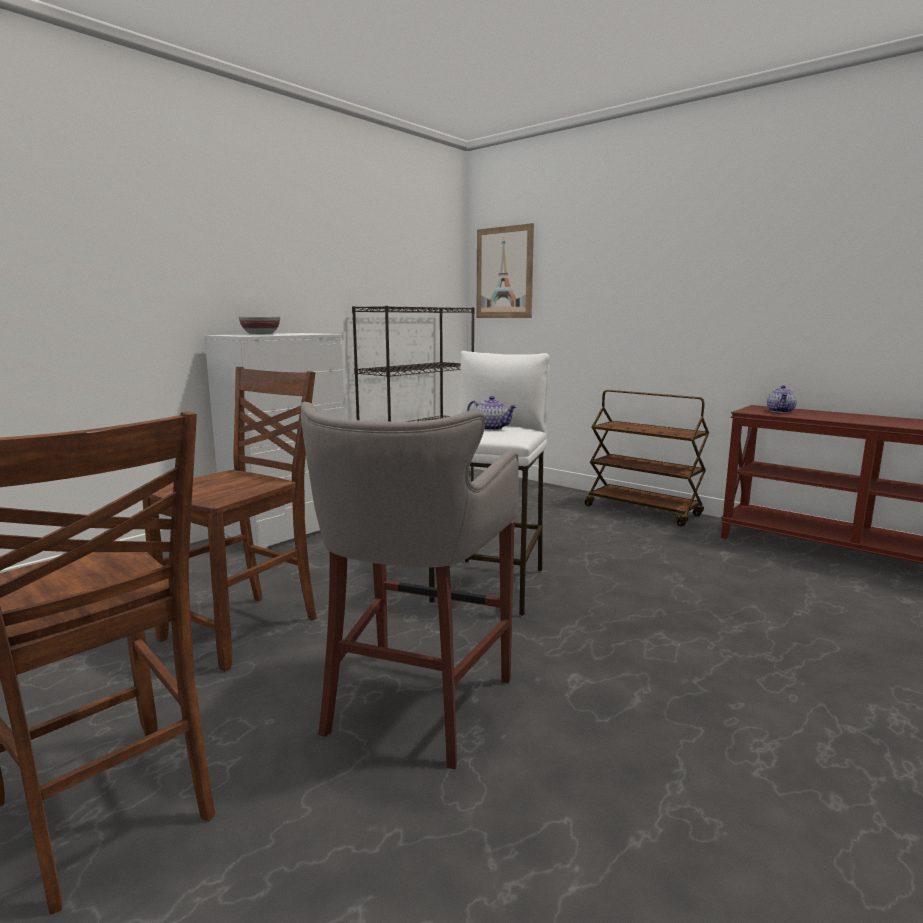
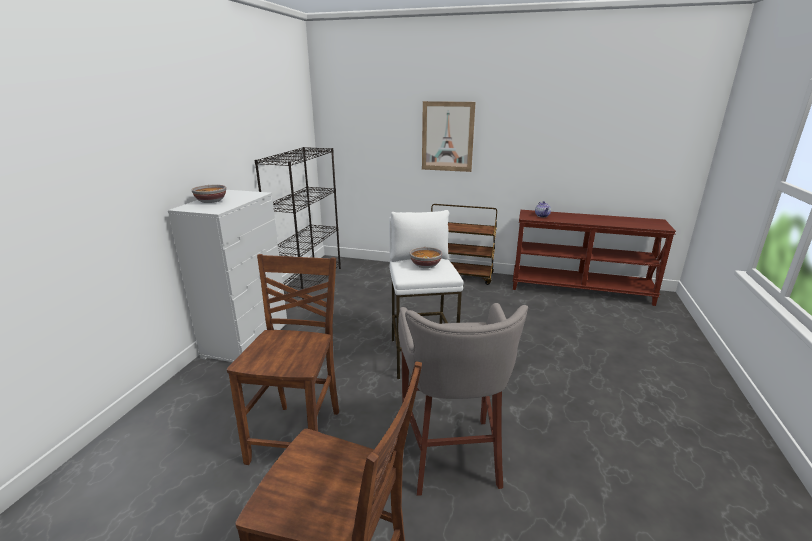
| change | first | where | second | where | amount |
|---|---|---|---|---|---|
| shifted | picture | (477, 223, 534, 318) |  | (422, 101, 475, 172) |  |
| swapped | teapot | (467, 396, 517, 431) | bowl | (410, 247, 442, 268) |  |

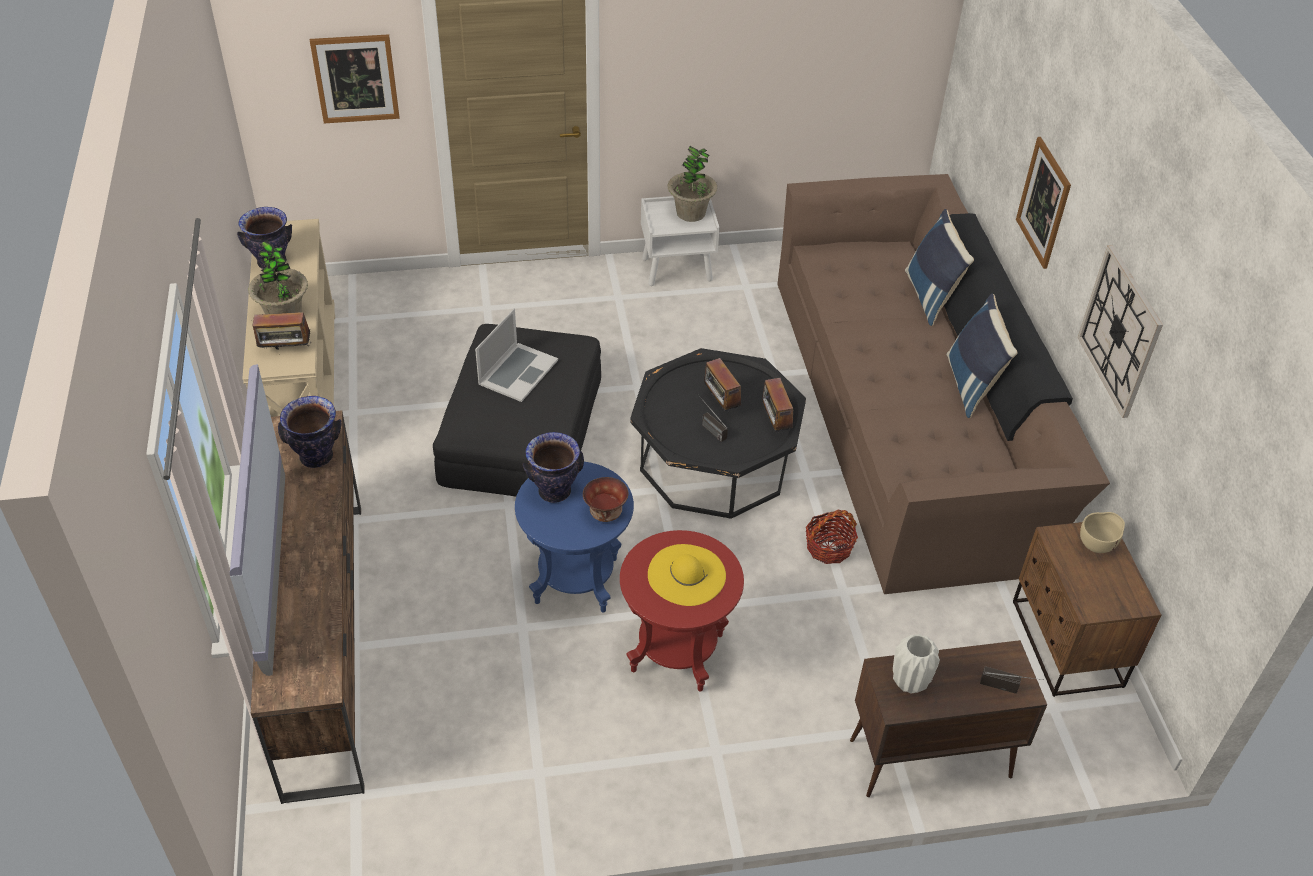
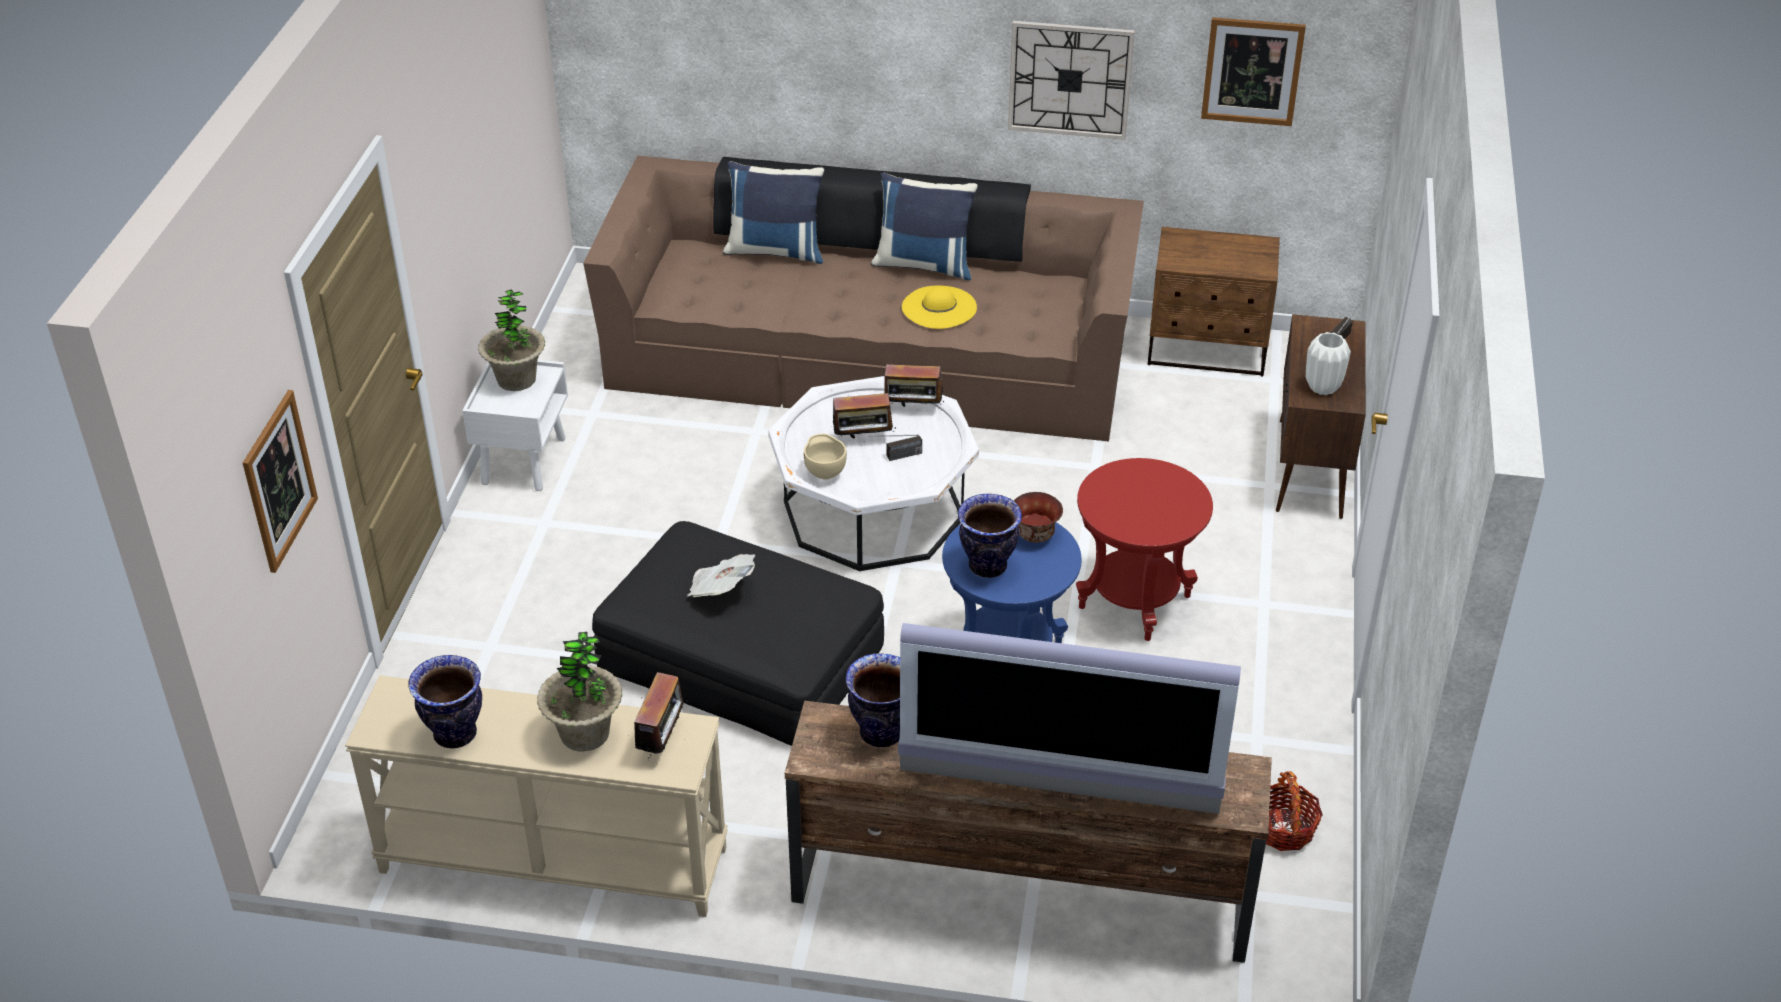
| change | first | where | second | where | amount |
|---|---|---|---|---|---|
| shifted | yellow hat | (648, 544, 726, 606) |  | (902, 286, 977, 329) |  |
| shifted | basket | (806, 510, 858, 564) |  | (1266, 771, 1323, 851) |  |
| shifted | picture | (1016, 137, 1071, 269) |  | (1201, 17, 1306, 126) |  |
| shifted | beige bowl | (1080, 512, 1125, 553) |  | (804, 434, 847, 480) |  |
| swapped | laptop | (475, 308, 558, 402) | newspaper | (687, 554, 755, 597) |  |
| repainted | black coffee table | (630, 348, 806, 519) | white coffee table | (768, 376, 979, 571) |  |

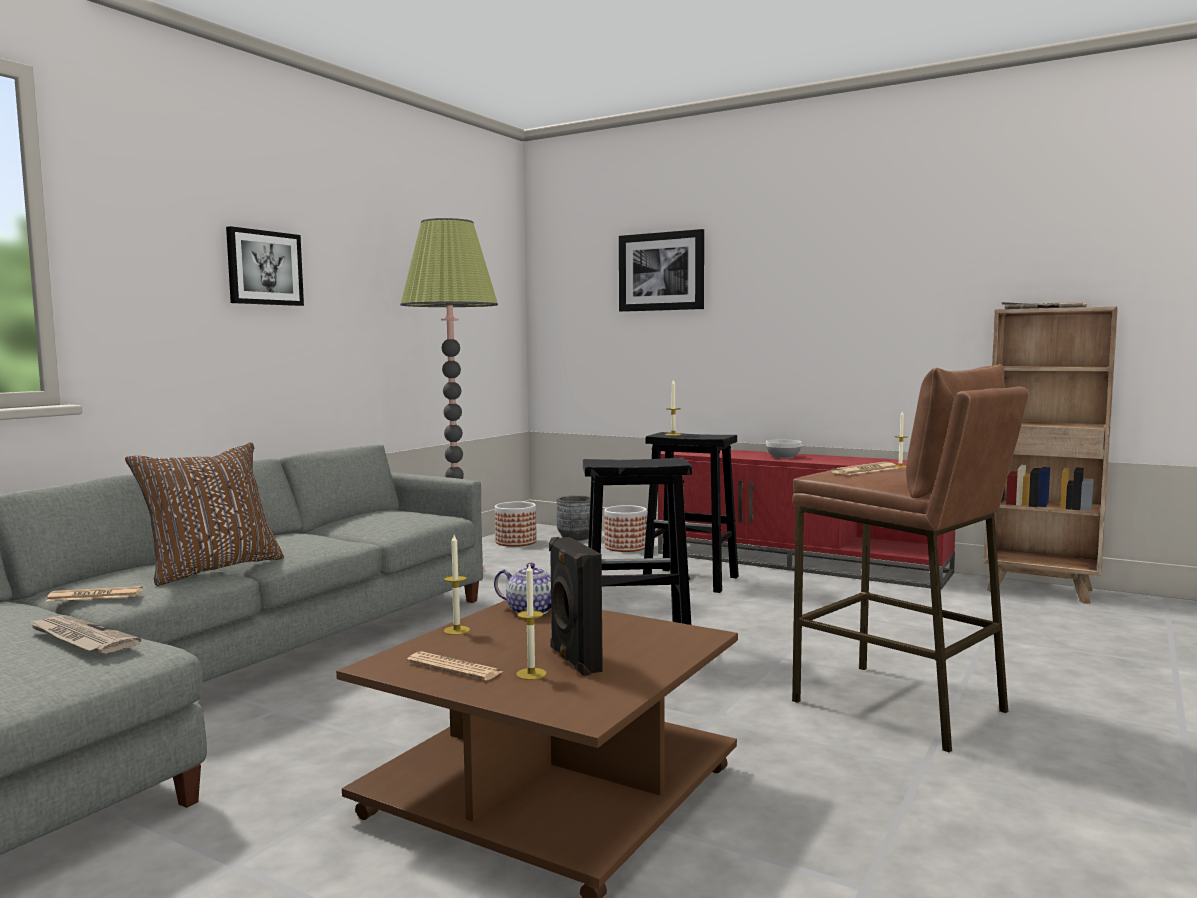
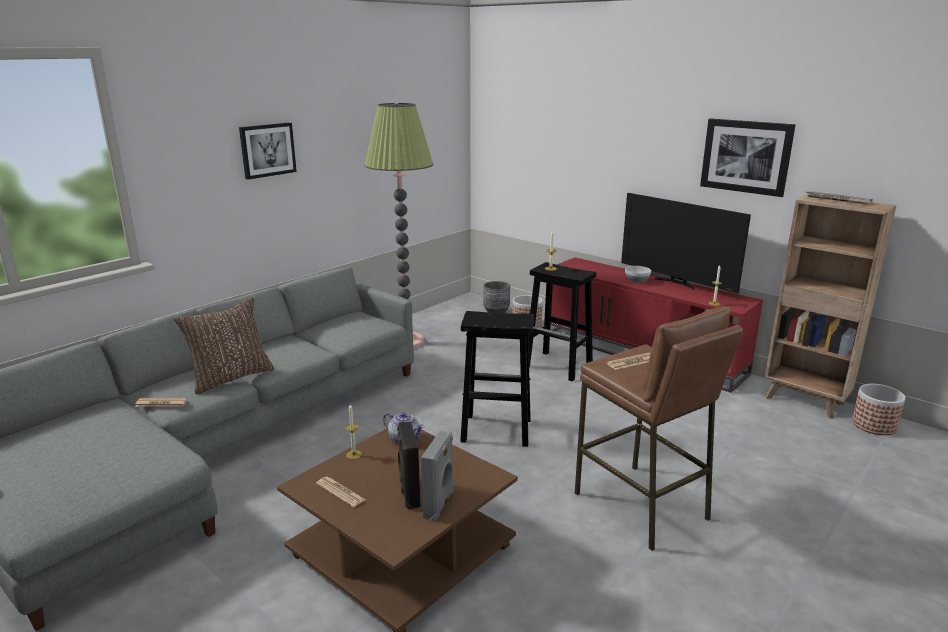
| change | first | where | second | where | amount |
|---|---|---|---|---|---|
| gone | newspaper | (29, 615, 141, 653) |  |  |  |
| gone | candle | (516, 562, 546, 680) |  |  |  |
| new |  |  | grey speaker | (421, 431, 454, 521) |  |
| new |  |  | television | (621, 193, 751, 294) |  |
| shifted | planter | (495, 501, 537, 547) |  | (852, 384, 906, 435) |  |
| shifted | picture | (619, 229, 704, 312) |  | (700, 118, 795, 197) |  |

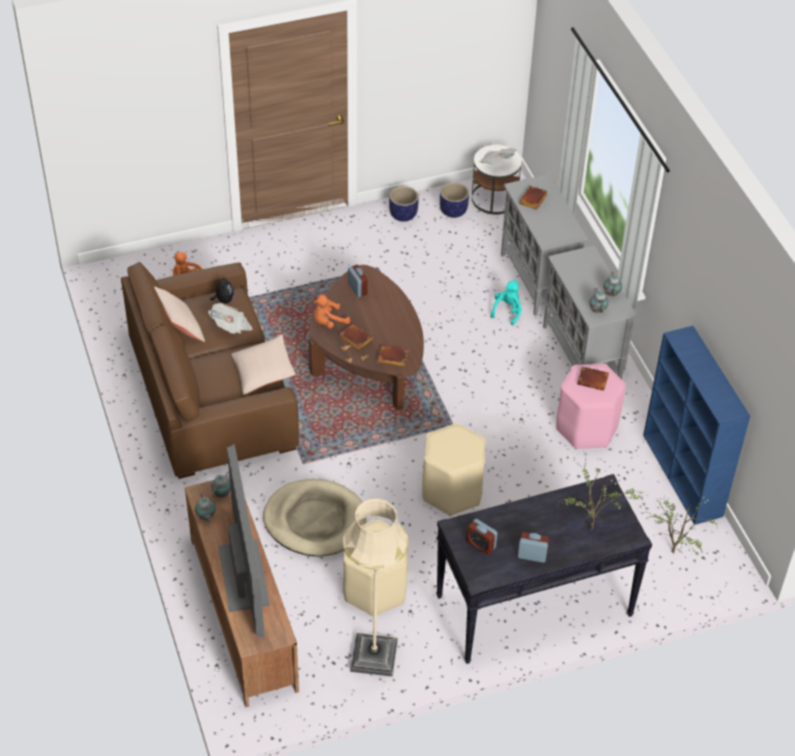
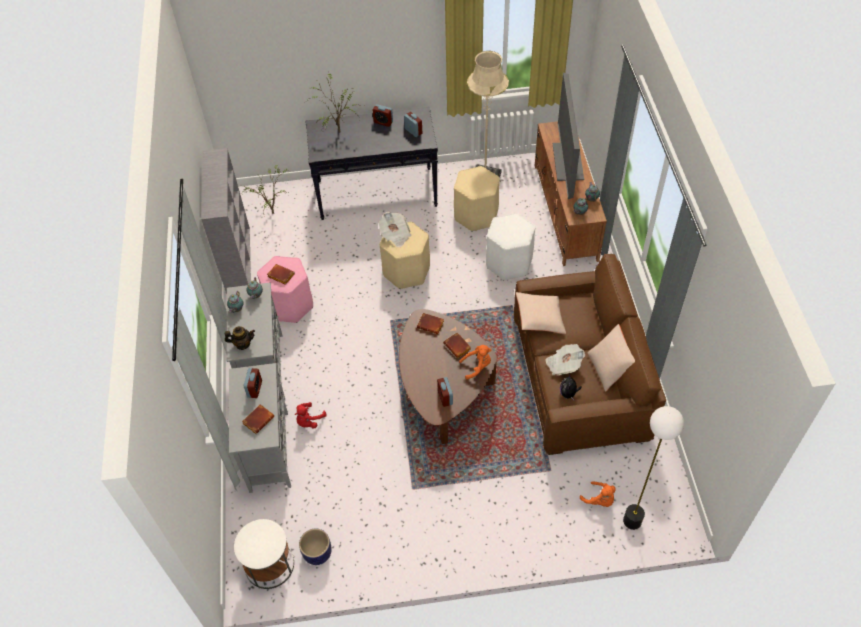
| change | first | where | second | where | amount |
|---|---|---|---|---|---|
| gone | planter | (389, 186, 419, 222) |  |  |  |
| new |  |  | teapot | (225, 326, 255, 350) |  |
| new |  |  | alarm clock | (244, 368, 262, 398) |  |
| new |  |  | floor lamp | (623, 406, 684, 530) |  |
| shifted | newspaper | (479, 148, 517, 164) |  | (378, 212, 411, 247) |  |
| swapped | beige dog bed | (263, 479, 366, 557) | white stool | (486, 213, 535, 281) |  |
| repainted | turquoise plush toy | (491, 280, 522, 326) | red plush toy | (295, 402, 327, 429) |  |
| repainted | blue bookcase | (643, 326, 750, 525) | grey bookcase | (201, 148, 251, 294) |  |

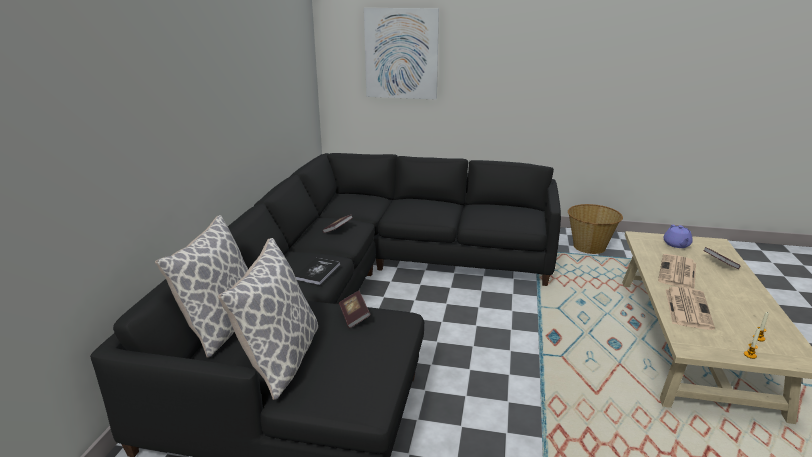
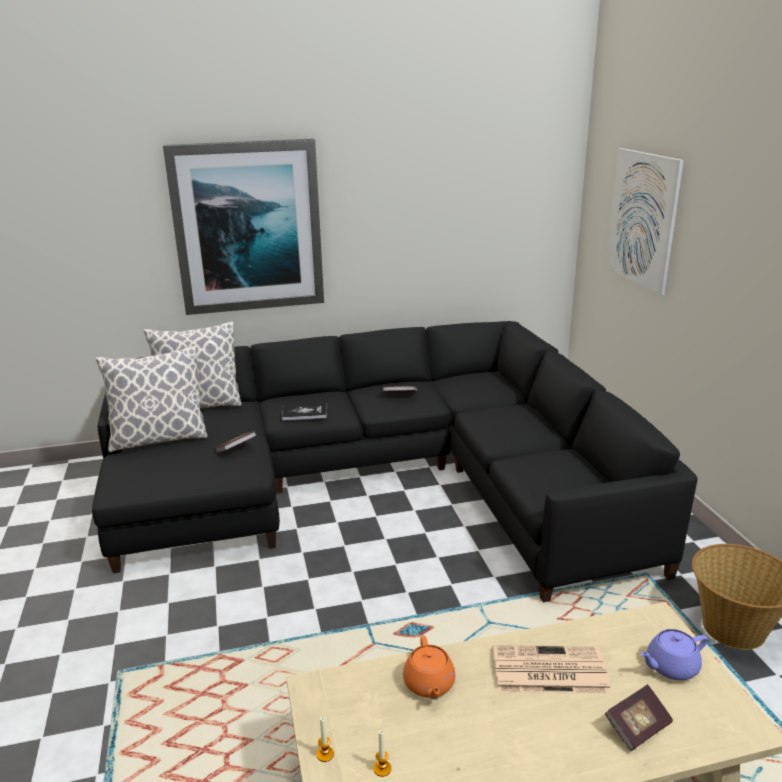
| change | first | where | second | where | amount |
|---|---|---|---|---|---|
| new |  |  | picture | (163, 139, 324, 315) |  |
| swapped | newspaper | (665, 287, 715, 330) | orange teapot | (403, 636, 455, 699) |  |

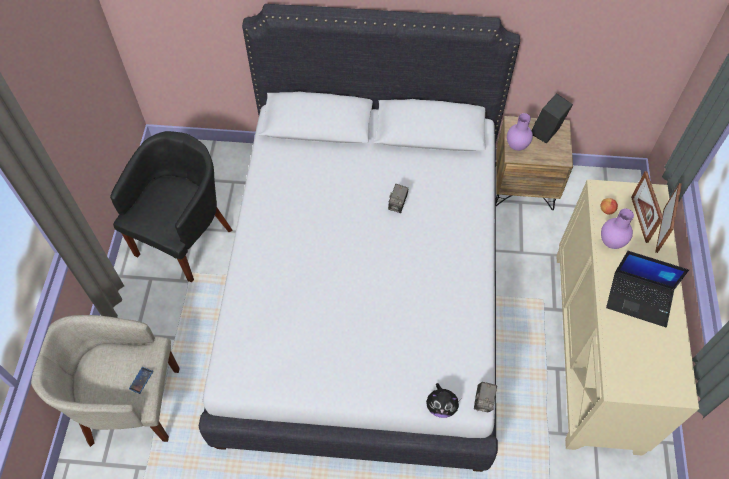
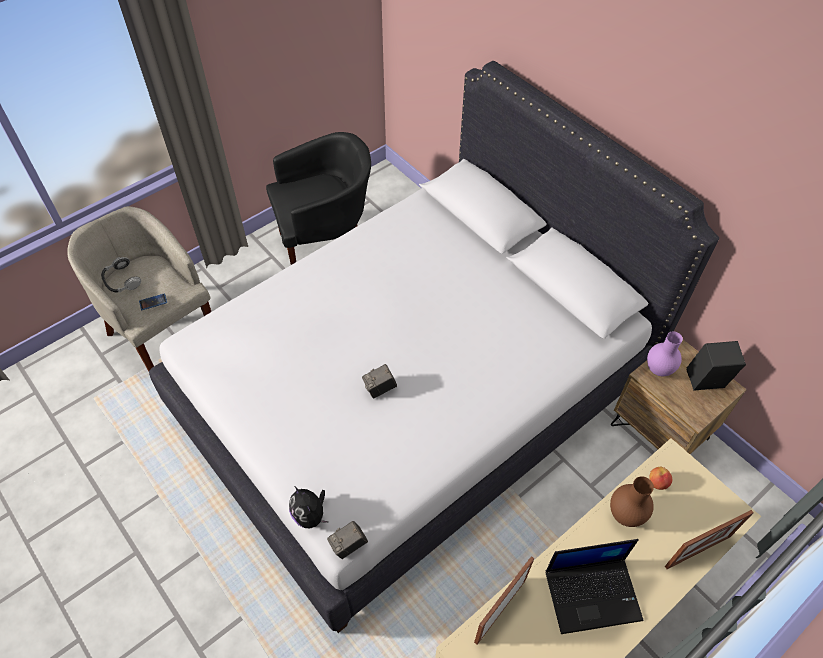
| change | first | where | second | where | amount |
|---|---|---|---|---|---|
| new |  |  | headphones | (101, 257, 141, 293) |  |
| shifted | photo camera | (388, 184, 409, 213) |  | (362, 364, 397, 399) |  |
| shifted | picture frame | (631, 171, 663, 243) |  | (474, 556, 534, 645) |  |
| repainted | purple vase | (601, 208, 634, 249) | brown vase | (610, 476, 654, 527) |  |
| rotated | laptop | (606, 251, 689, 327) |  | (546, 539, 643, 634) | 75 degrees counterclockwise |

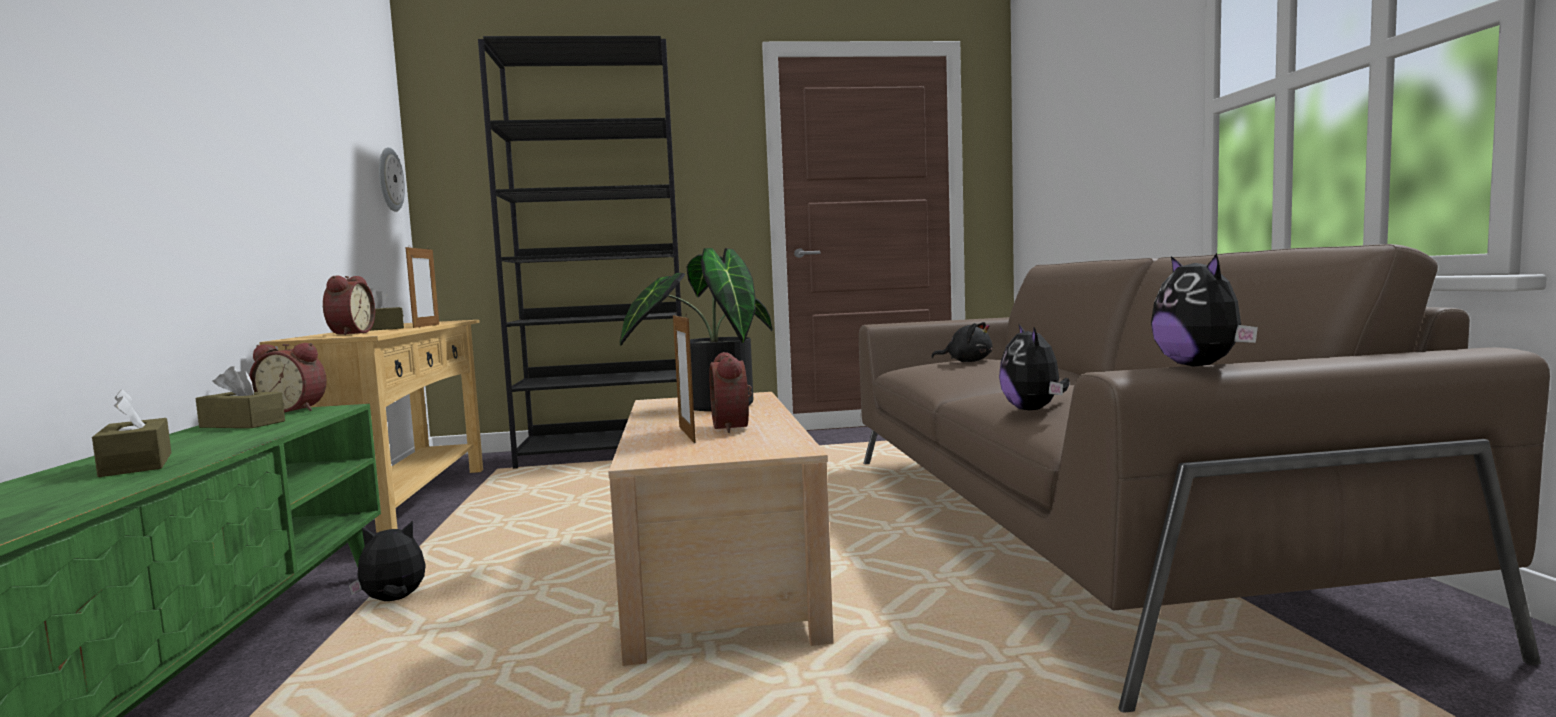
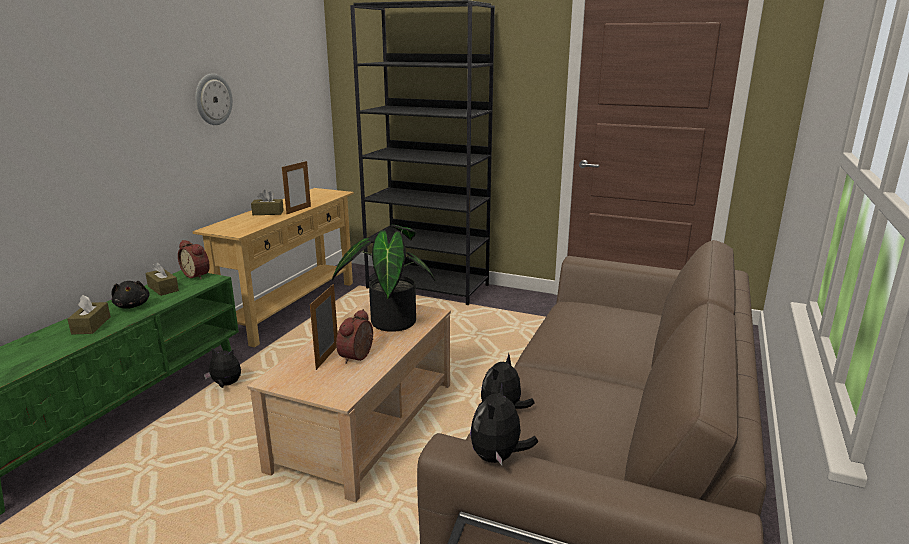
| change | first | where | second | where | amount |
|---|---|---|---|---|---|
| gone | alarm clock | (323, 275, 375, 335) |  |  |  |
| shifted | wall clock | (379, 147, 405, 212) |  | (195, 73, 233, 125) |  |
| shifted | black plush toy | (931, 322, 993, 362) |  | (111, 281, 150, 309) |  |

